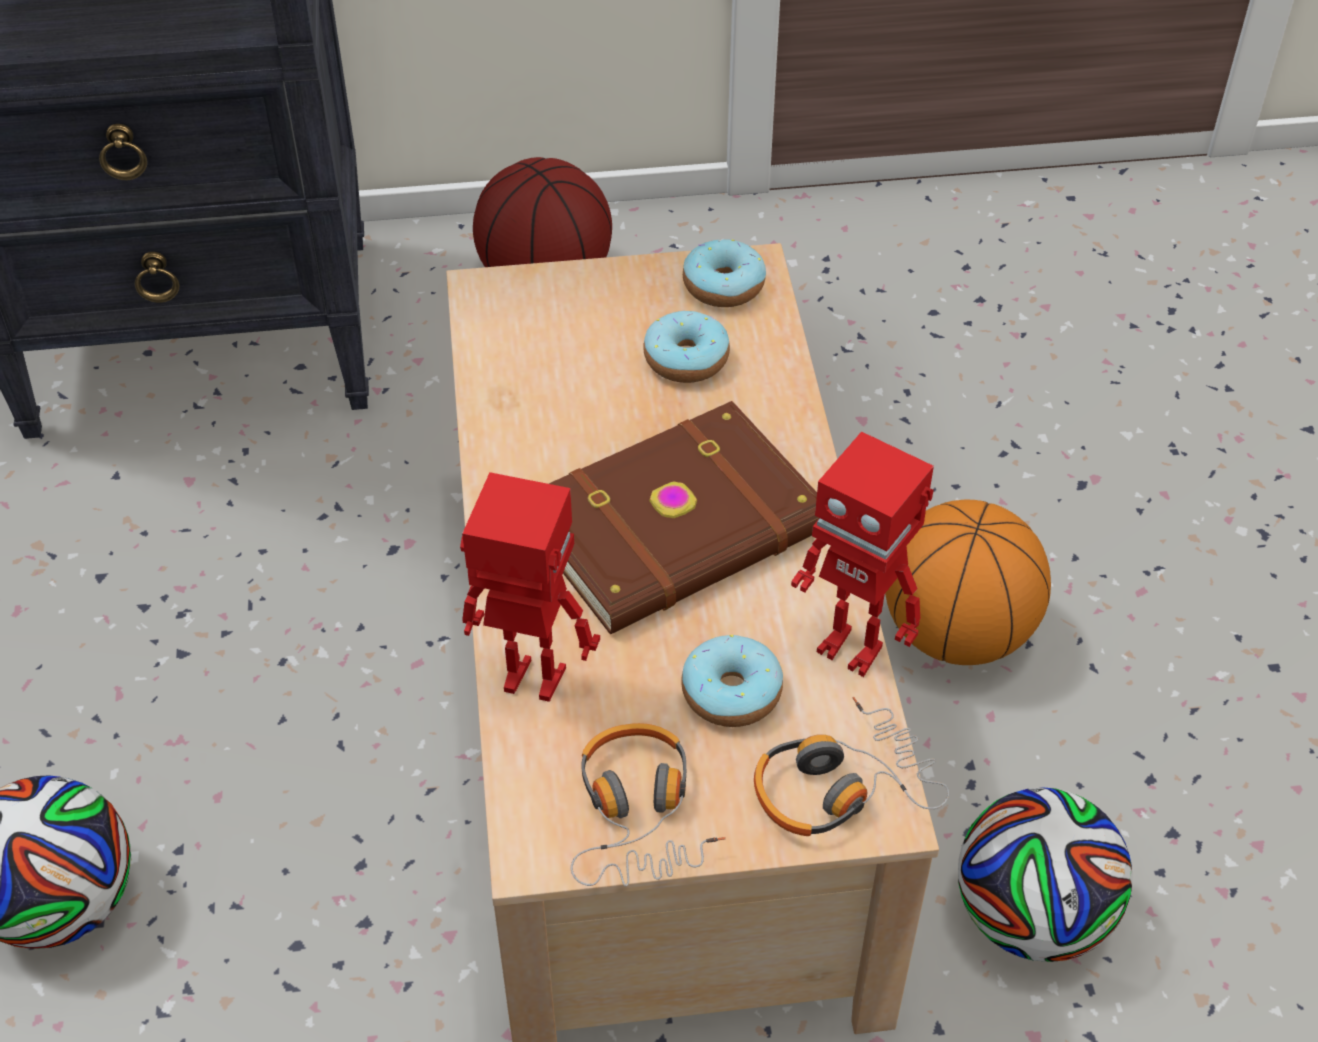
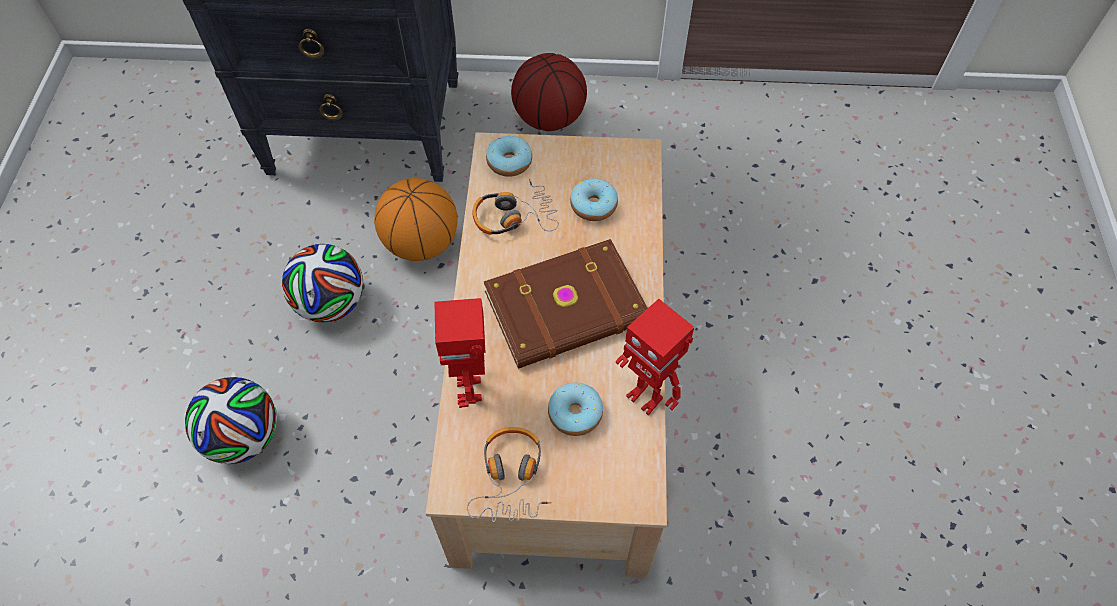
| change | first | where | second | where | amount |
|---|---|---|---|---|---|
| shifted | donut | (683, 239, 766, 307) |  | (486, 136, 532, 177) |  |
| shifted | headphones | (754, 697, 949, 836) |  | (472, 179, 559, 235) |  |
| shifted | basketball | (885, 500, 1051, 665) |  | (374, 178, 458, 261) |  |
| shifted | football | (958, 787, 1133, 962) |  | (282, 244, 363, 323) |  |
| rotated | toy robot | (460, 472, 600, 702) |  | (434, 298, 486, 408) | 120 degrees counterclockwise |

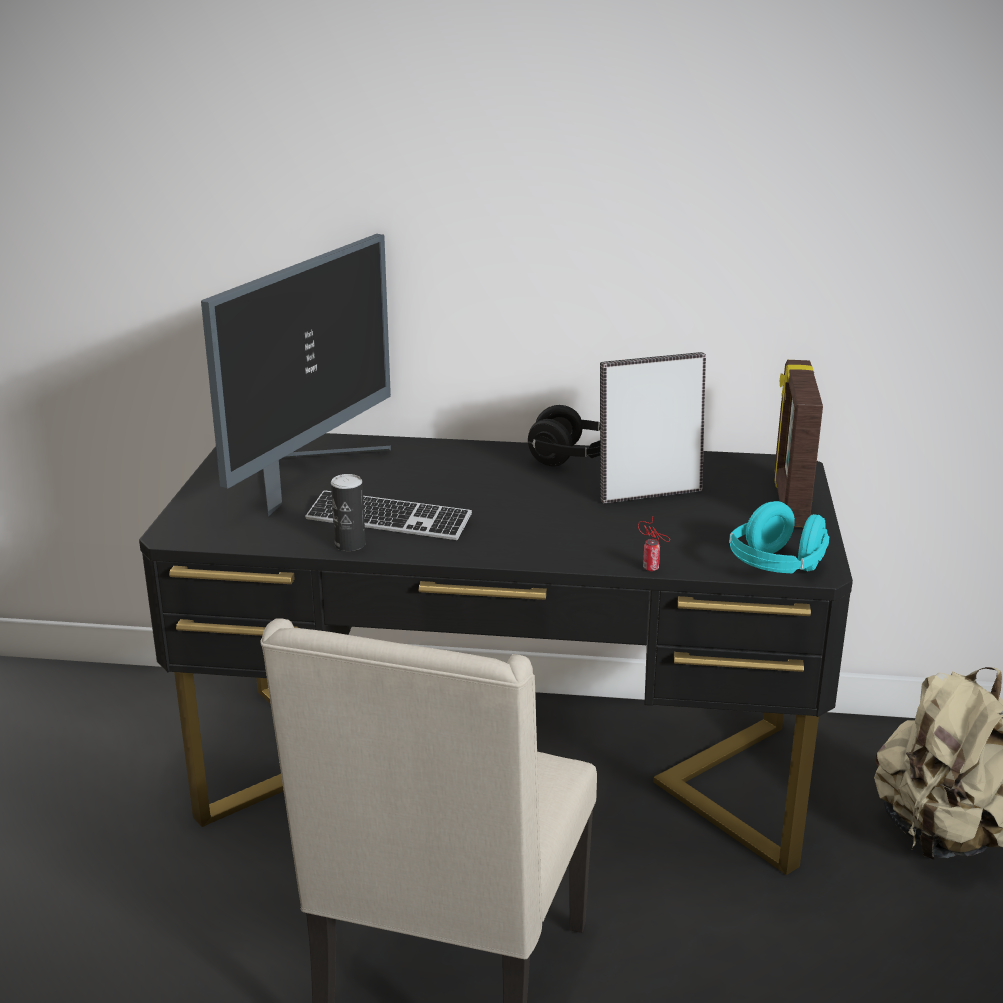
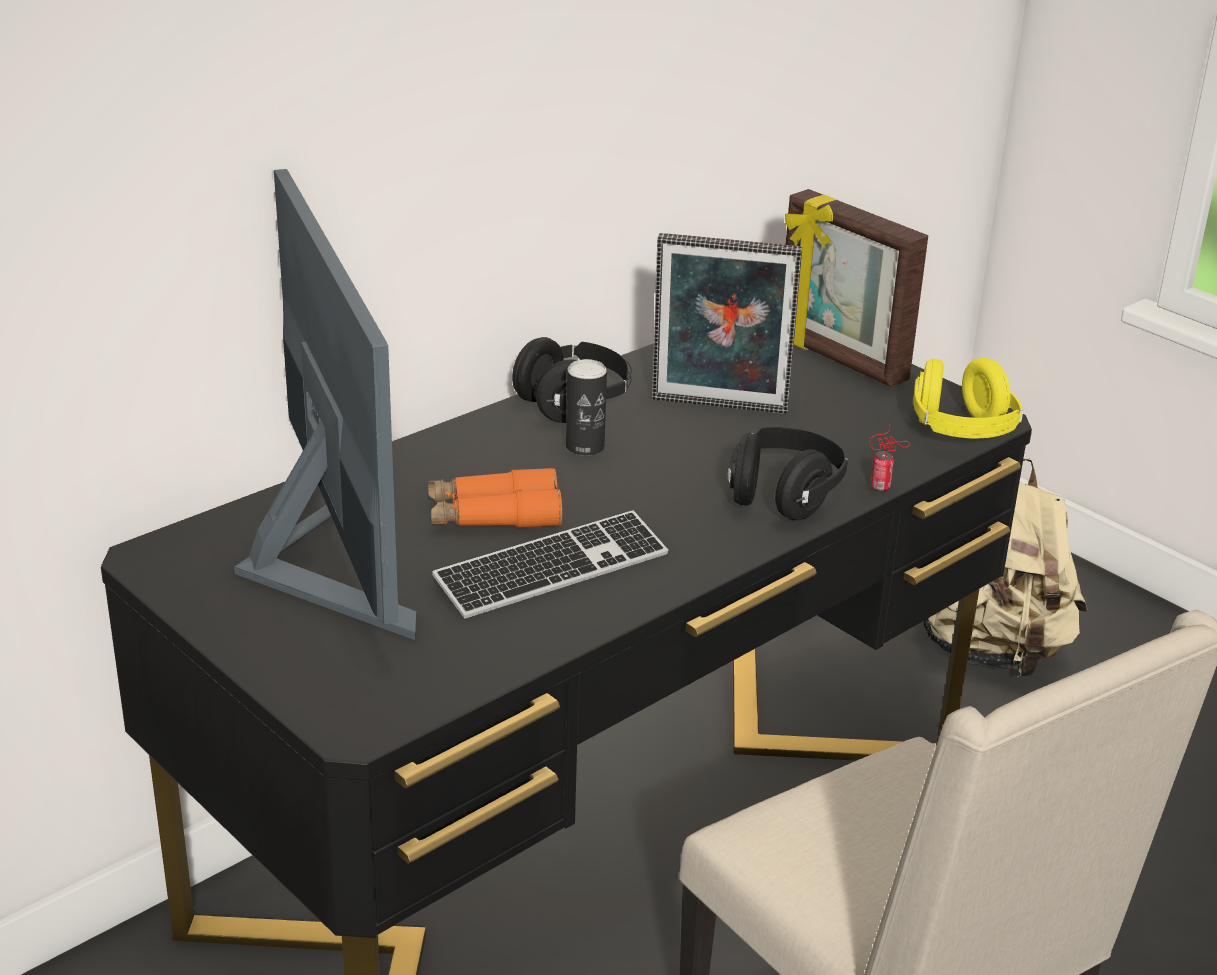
| change | first | where | second | where | amount |
|---|---|---|---|---|---|
| new |  |  | orange binoculars | (428, 467, 562, 528) |  |
| new |  |  | black headphones | (727, 427, 848, 520) |  |
| shifted | can | (331, 474, 366, 551) |  | (566, 359, 607, 456) |  |
| repainted | turquoise headphones | (729, 501, 829, 573) | yellow headphones | (913, 357, 1023, 439) |  |
| rotated | picture frame | (600, 352, 706, 503) |  | (652, 233, 802, 414) | 105 degrees counterclockwise |

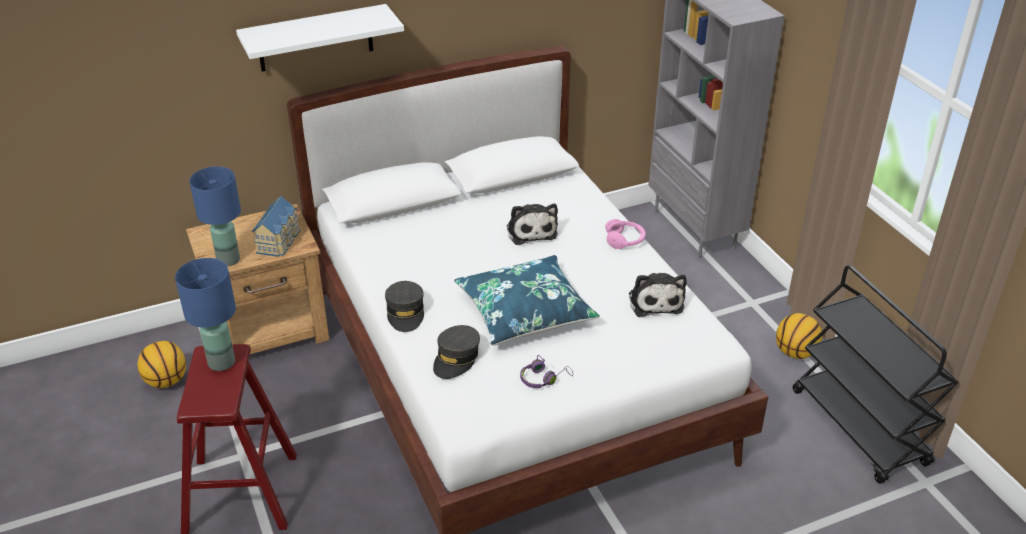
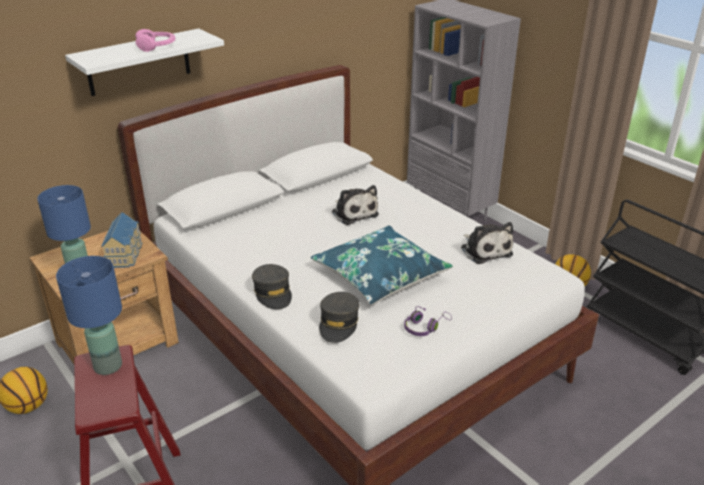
| change | first | where | second | where | amount |
|---|---|---|---|---|---|
| shifted | pink headphones | (605, 219, 645, 249) |  | (135, 29, 175, 52) |  |

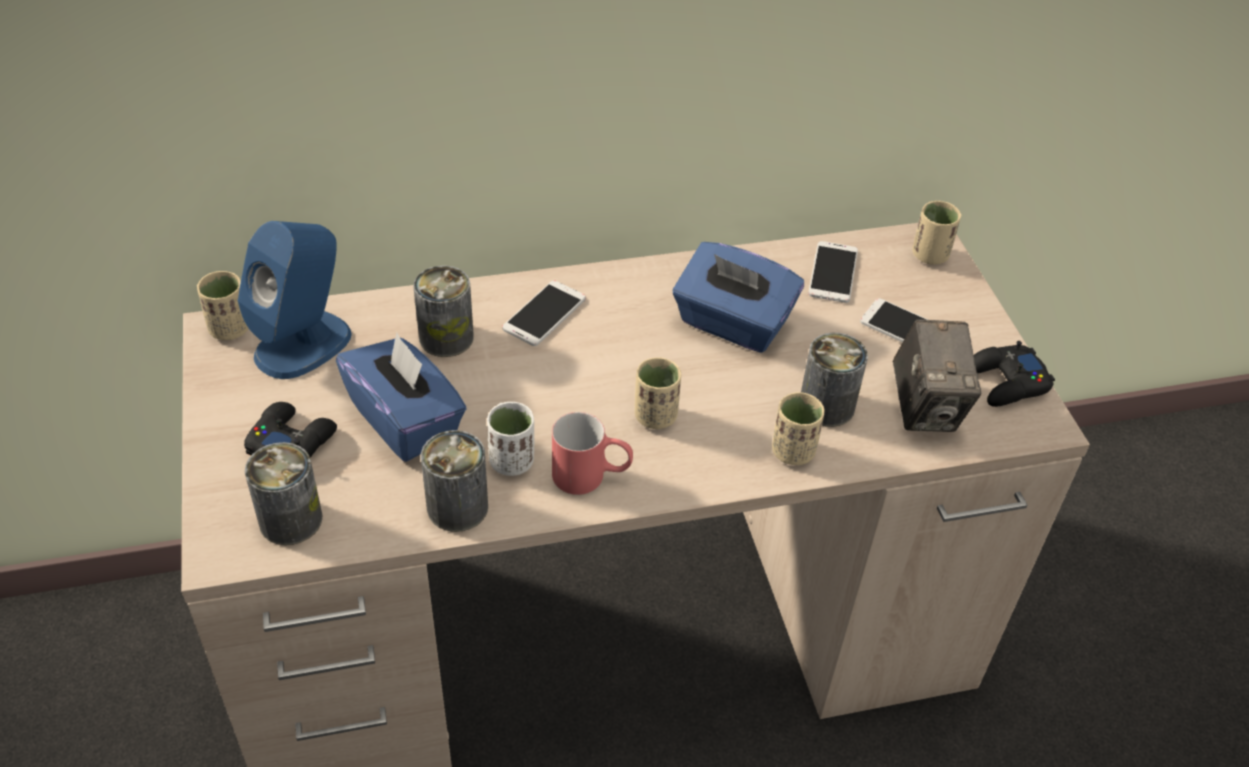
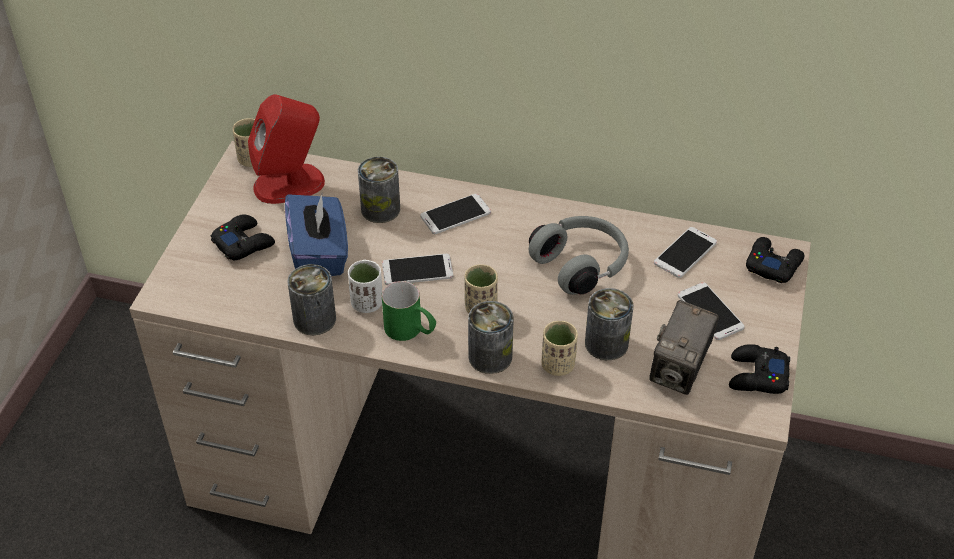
| change | first | where | second | where | amount |
|---|---|---|---|---|---|
| new |  |  | phone | (382, 254, 453, 285) |  |
| shifted | can | (245, 442, 322, 545) |  | (468, 301, 514, 374) |  |
| swapped | blue tissue box | (673, 242, 804, 353) | grey headphones | (529, 216, 629, 295) |  |
| swapped | beige cup | (912, 201, 962, 265) | black game controller | (746, 237, 804, 283) |  |
| repainted | blue speaker | (238, 221, 352, 379) | red speaker | (248, 94, 325, 204) |  |
| repainted | red mug | (552, 412, 633, 495) | green mug | (382, 281, 436, 341) |  |

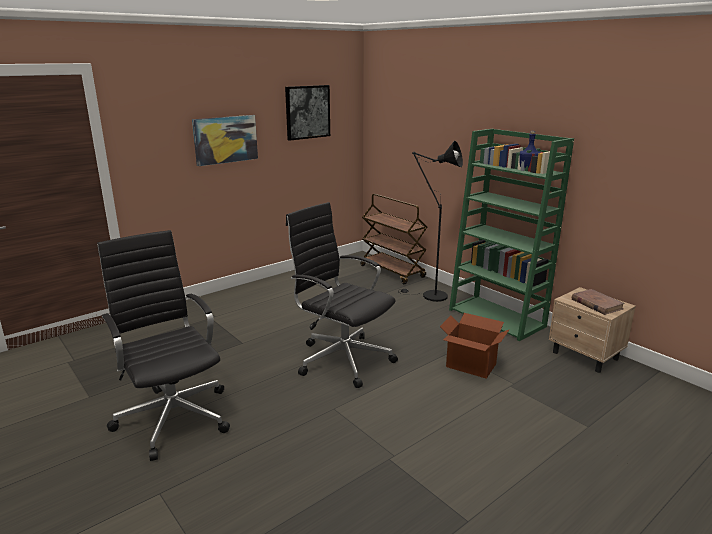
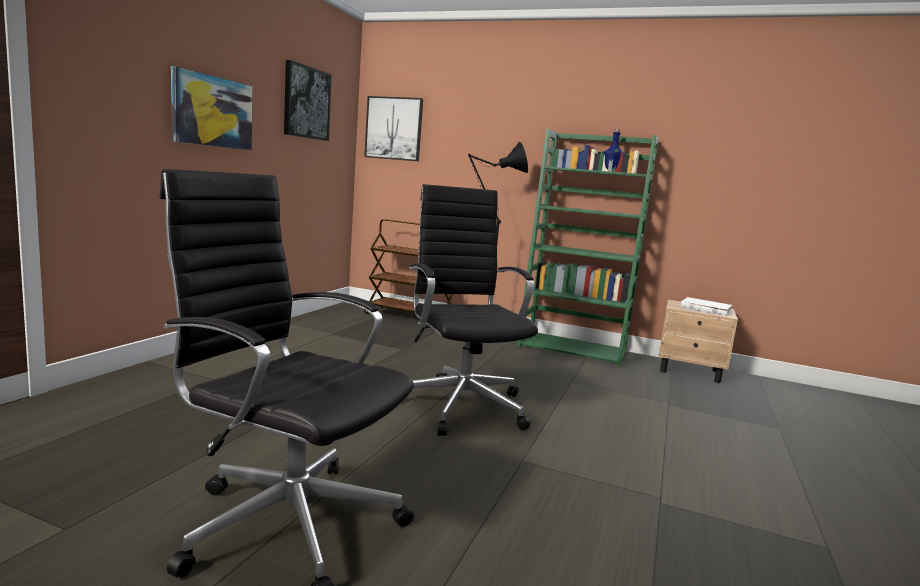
| change | first | where | second | where | amount |
|---|---|---|---|---|---|
| gone | cardboard box | (440, 313, 510, 379) |  |  |  |
| new |  |  | picture | (364, 96, 423, 161) |  |
| repainted | brown book | (572, 289, 625, 315) | white book | (681, 297, 732, 316) |  |
| rotated | black office chair | (286, 202, 398, 388) |  | (409, 184, 538, 436) | 60 degrees clockwise |

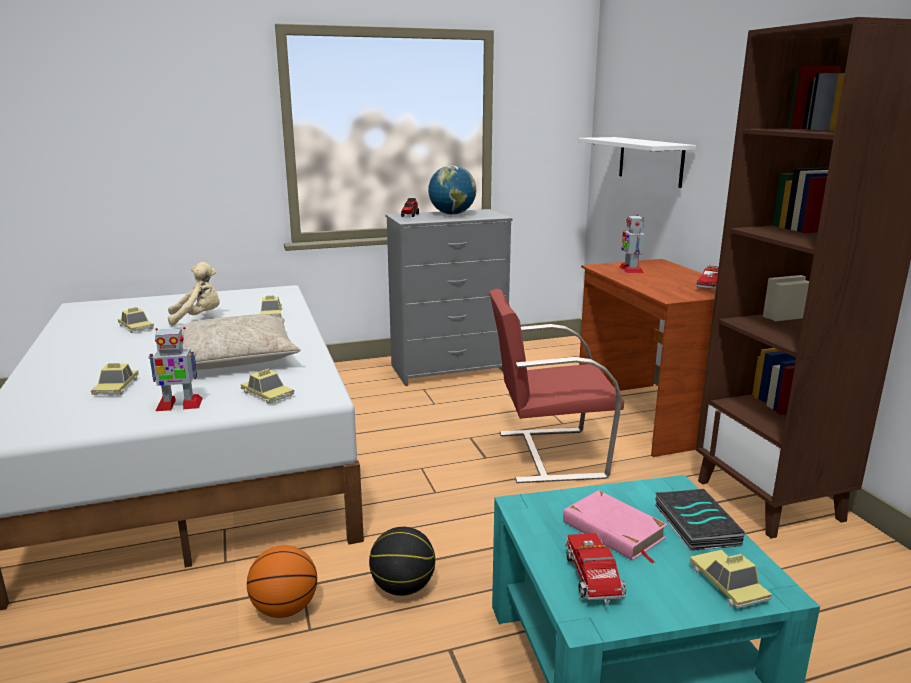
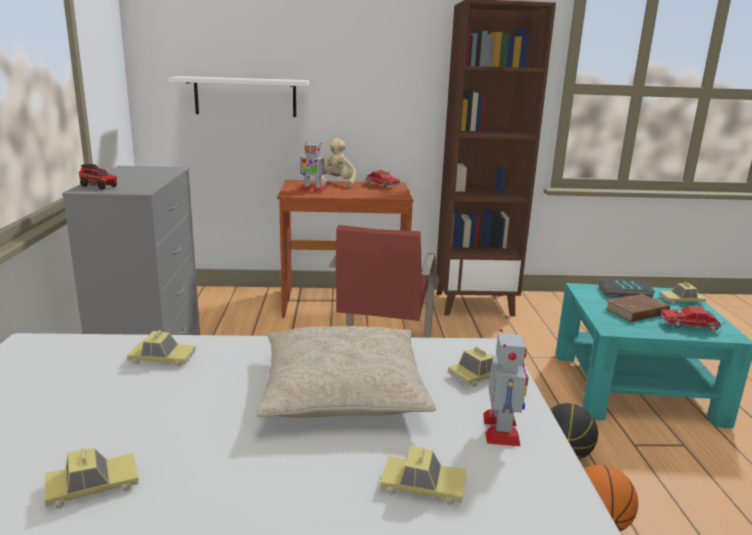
| change | first | where | second | where | amount |
|---|---|---|---|---|---|
| gone | globe | (428, 165, 476, 215) |  |  |  |
| shifted | beige plush toy | (168, 262, 220, 326) |  | (321, 138, 356, 189) |  |
| repainted | pink book | (563, 490, 668, 564) | brown book | (605, 294, 670, 322) |  |

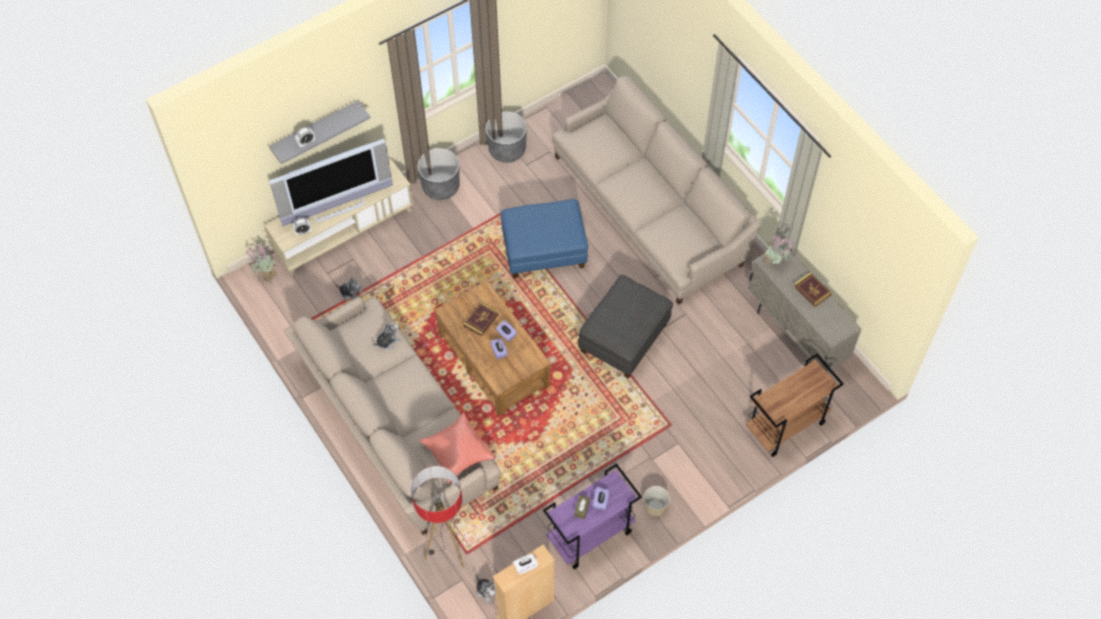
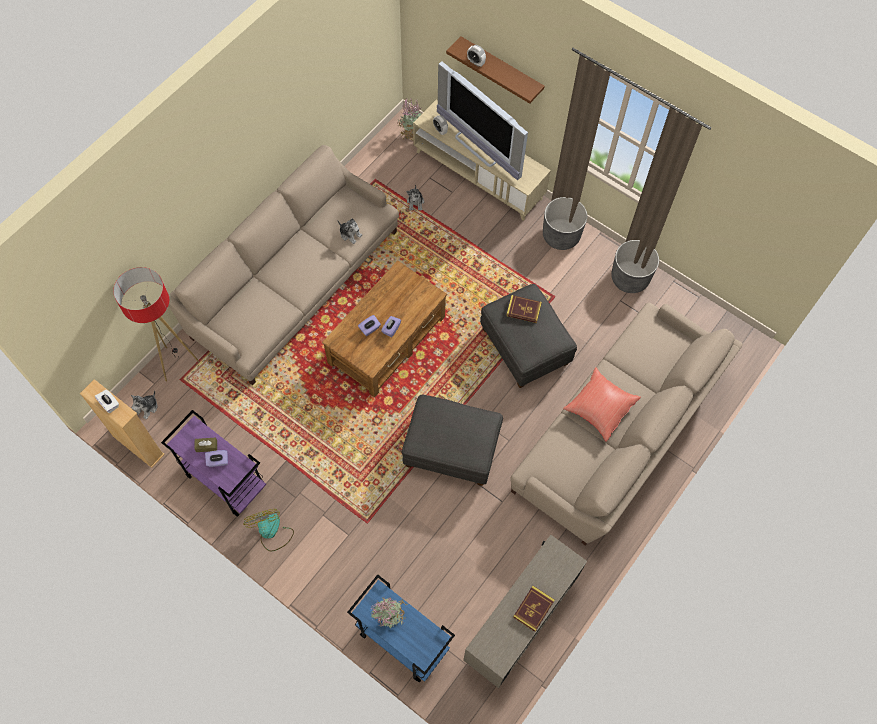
| change | first | where | second | where | amount |
|---|---|---|---|---|---|
| shifted | red pillow | (419, 413, 495, 483) |  | (563, 367, 641, 442) |  |
| shifted | book | (464, 302, 499, 337) |  | (506, 295, 542, 323) |  |
| shifted | potted plant | (763, 234, 793, 267) |  | (371, 597, 408, 628) |  |
| swapped | planter | (643, 486, 670, 517) | fan | (243, 509, 294, 551) |  |
| repainted | grey shelf | (269, 101, 371, 164) | brown shelf | (446, 36, 545, 104) |  |
| repainted | blue ottoman | (501, 199, 588, 278) | grey ottoman | (480, 284, 577, 388) |  |
| repainted | brown cart | (746, 354, 844, 457) | blue cart | (347, 574, 455, 682) |  |

